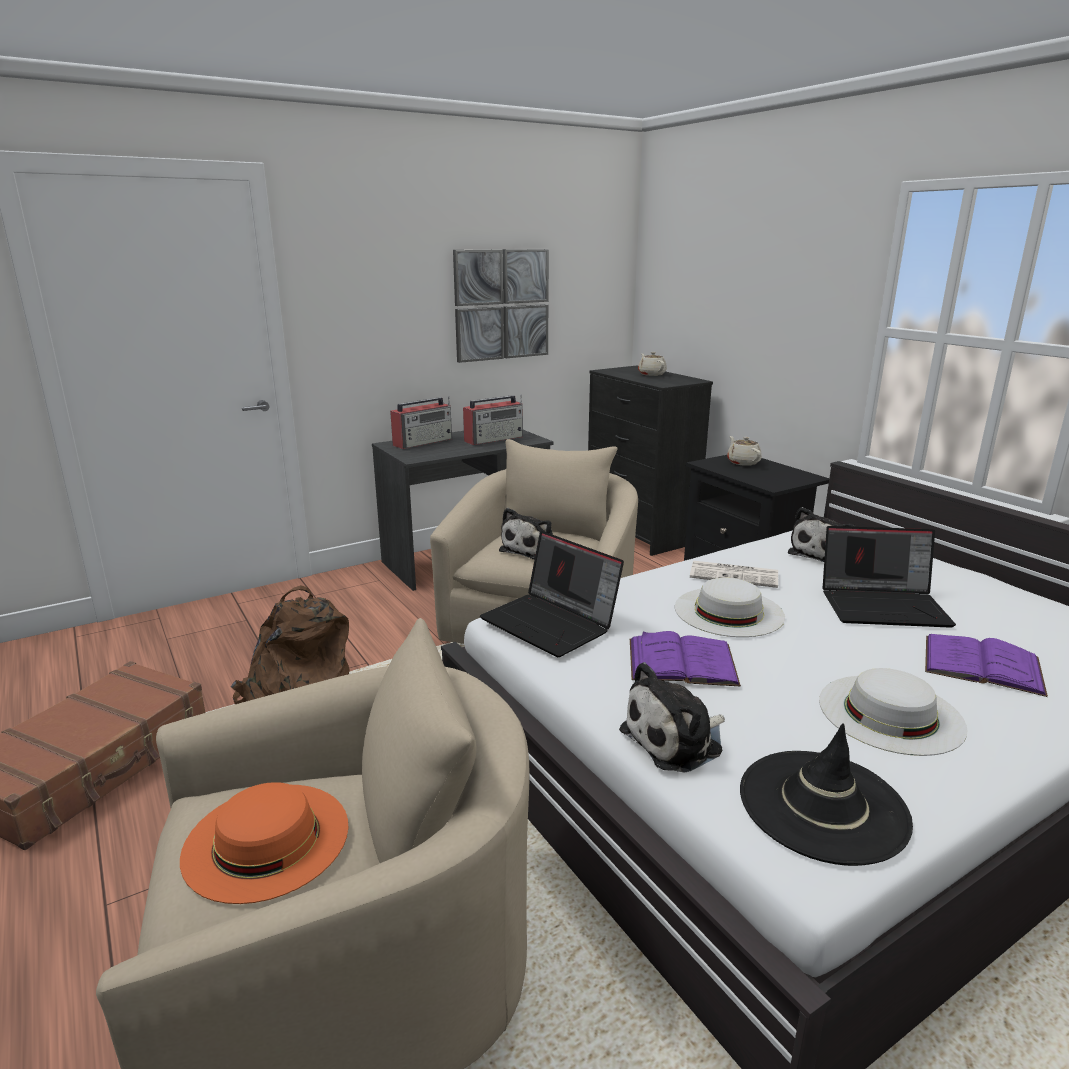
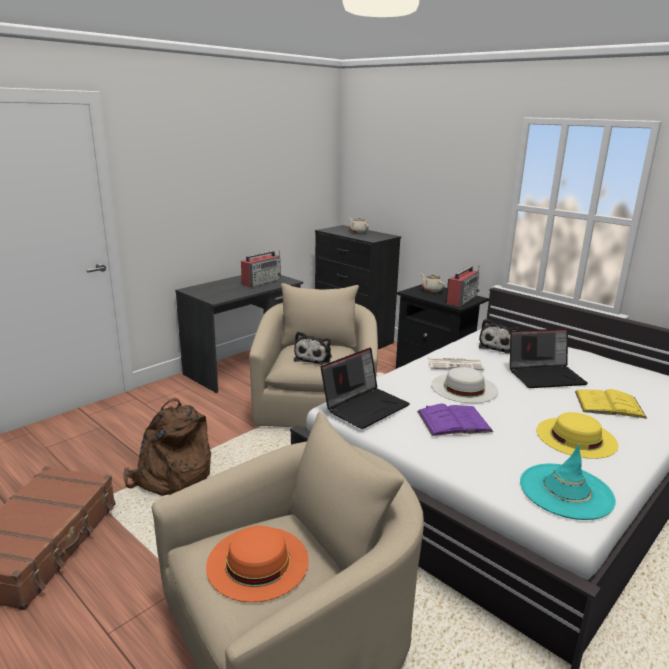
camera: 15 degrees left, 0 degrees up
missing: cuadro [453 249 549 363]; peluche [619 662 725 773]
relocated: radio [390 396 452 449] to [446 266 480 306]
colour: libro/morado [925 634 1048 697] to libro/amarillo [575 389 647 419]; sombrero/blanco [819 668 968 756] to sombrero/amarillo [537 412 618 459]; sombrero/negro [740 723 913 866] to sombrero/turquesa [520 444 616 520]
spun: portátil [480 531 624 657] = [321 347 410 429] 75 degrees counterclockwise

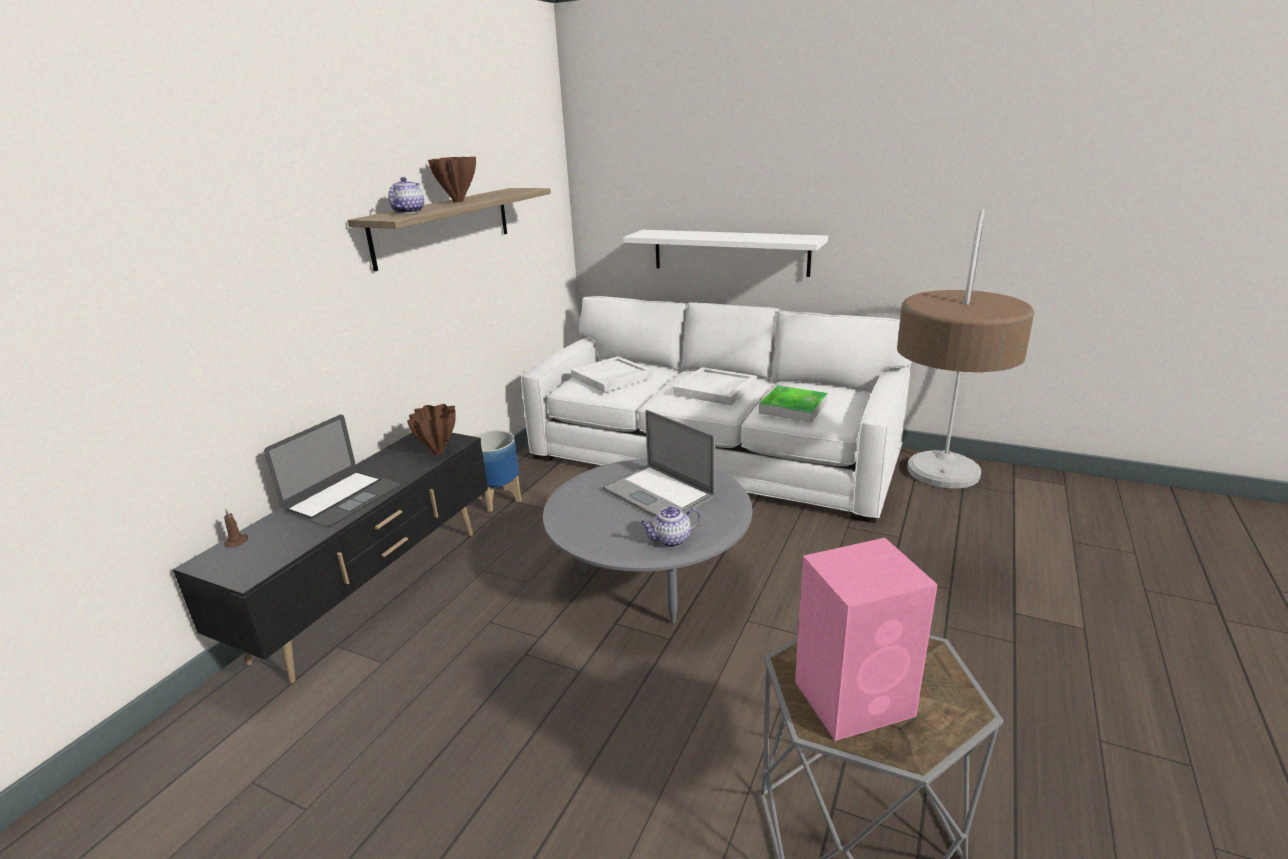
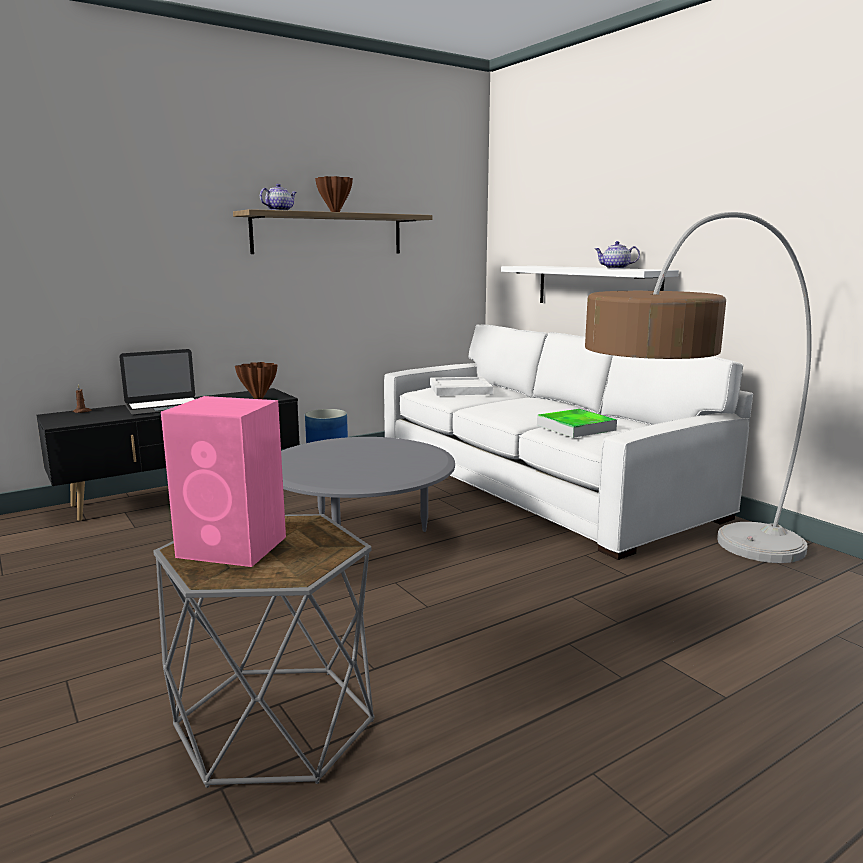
camera: 30 degrees right, 10 degrees down
missing: bandeja/blanco [673 367 757 405]; portátil [602 410 715 517]
relocated: tetera [640 507 701 547] to [595 241 640 269]

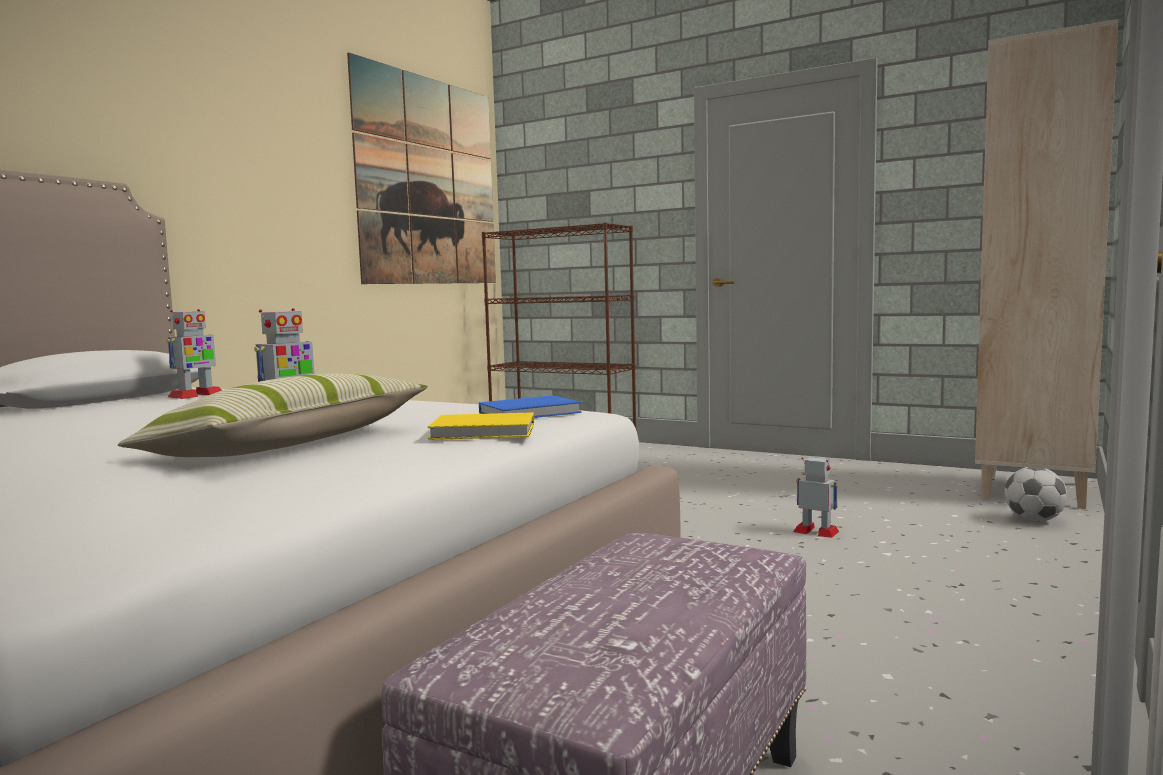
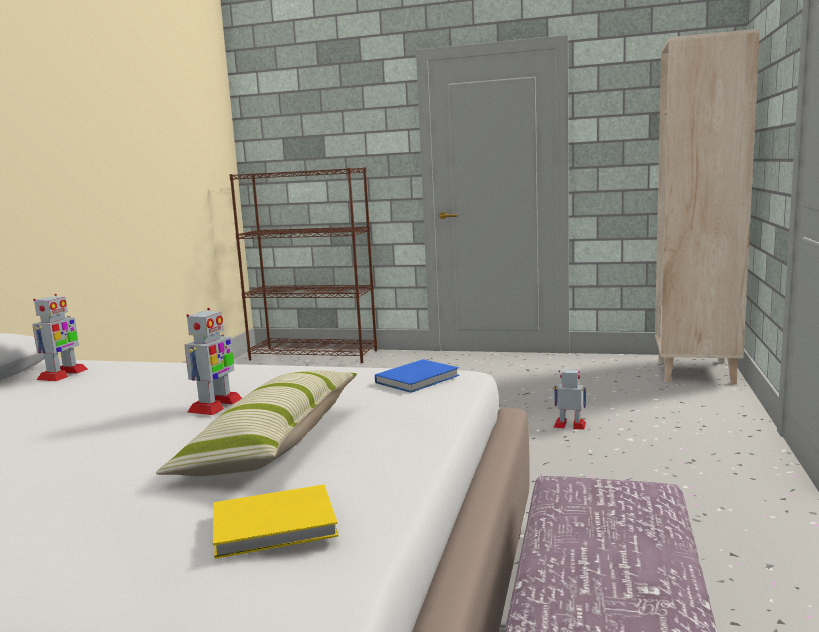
camera: 15 degrees left, 5 degrees up
missing: cuadro [347 53 496 284]; balón de fútbol [1004 466 1067 522]
relocated: libro/amarillo [427 412 534 440] to [213 485 339 559]

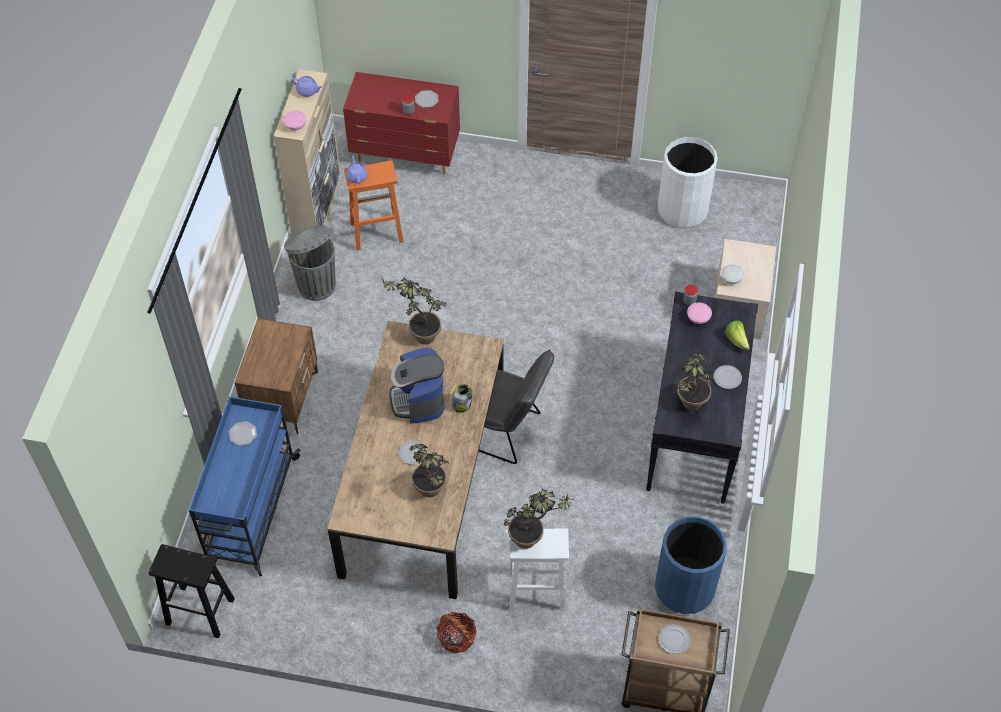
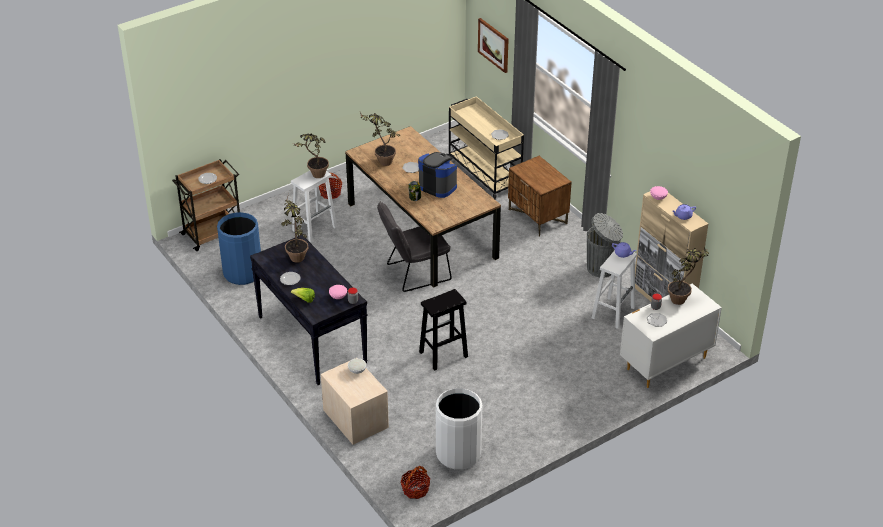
camera: 135 degrees right, 15 degrees down
appeared: cuadro [478 18 509 73]; cesta [400 466 430 499]
relocated: planta en maceta [380 275 447 345] to [667 247 709 305]; taburete/negro [149 544 235 638] to [419 289 468 371]
colour: cómoda/rojo [343 72 460 174] to cómoda/blanco [620 284 722 388]; taburete/naranja [344 160 403 251] to taburete/blanco [592 250 637 329]; carrito/azul [189 396 301 576] to carrito/beis [447 96 524 200]

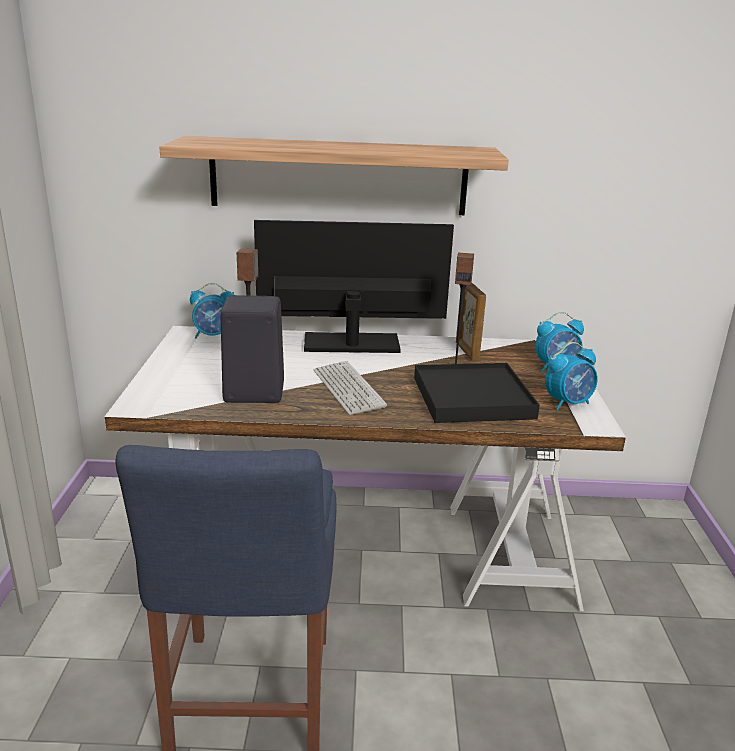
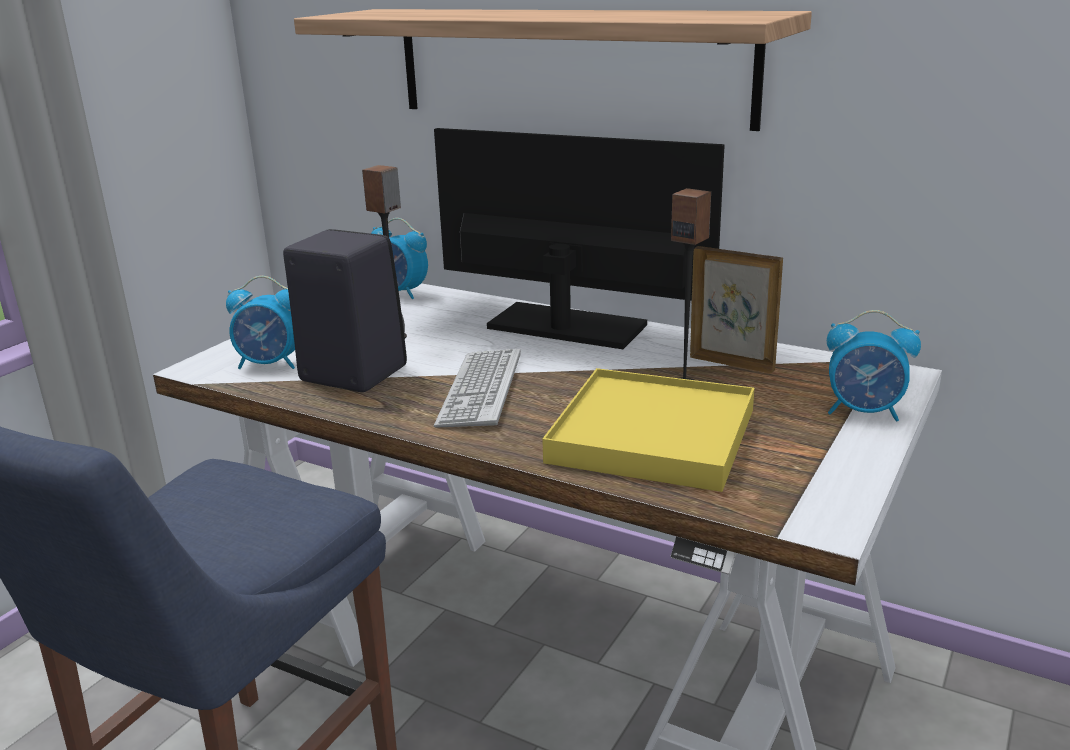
camera: 30 degrees right, 0 degrees up
relocated: despertador [545 342 598 410] to [226 276 295 369]
colour: bandeja/negro [414 363 540 423] to bandeja/amarillo [542 368 754 492]
spun: portarretratos [456 282 486 362] = [690 246 783 374] 105 degrees clockwise

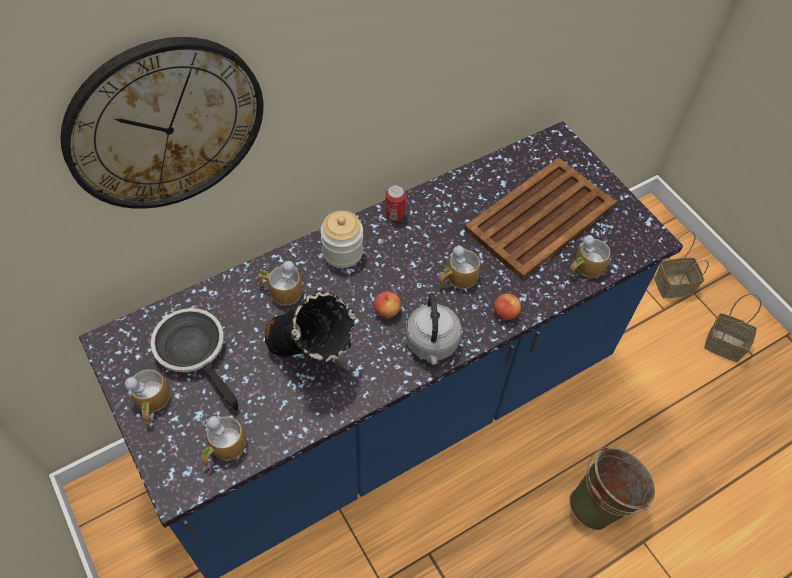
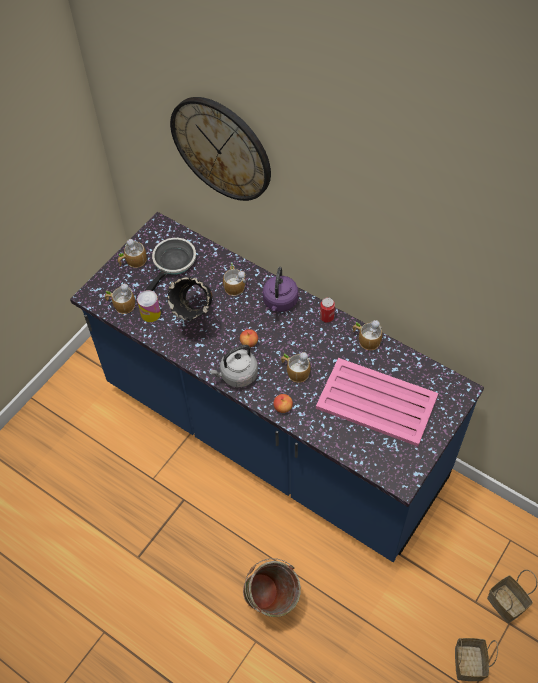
camera: 70 degrees right, 0 degrees up
appeared: lata [137 290 161 322]
relocated: taza grande [569 235 611 278] to [352 320 382 350]
exchanged: tarro [320 211 363 268] to hervidor/morado [263 267 298 312]
colour: bandeja/marrón [464 157 617 280] to bandeja/rosa [316 358 438 447]

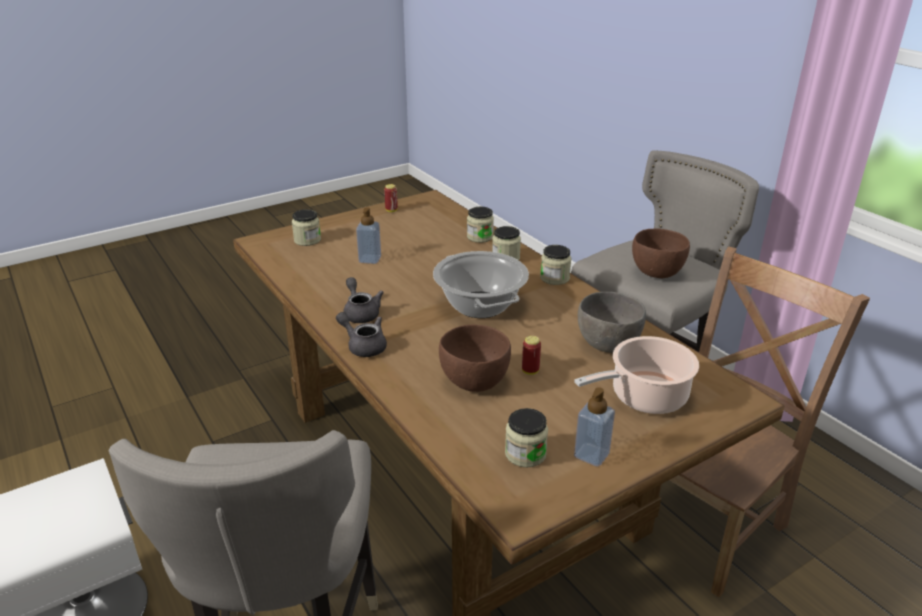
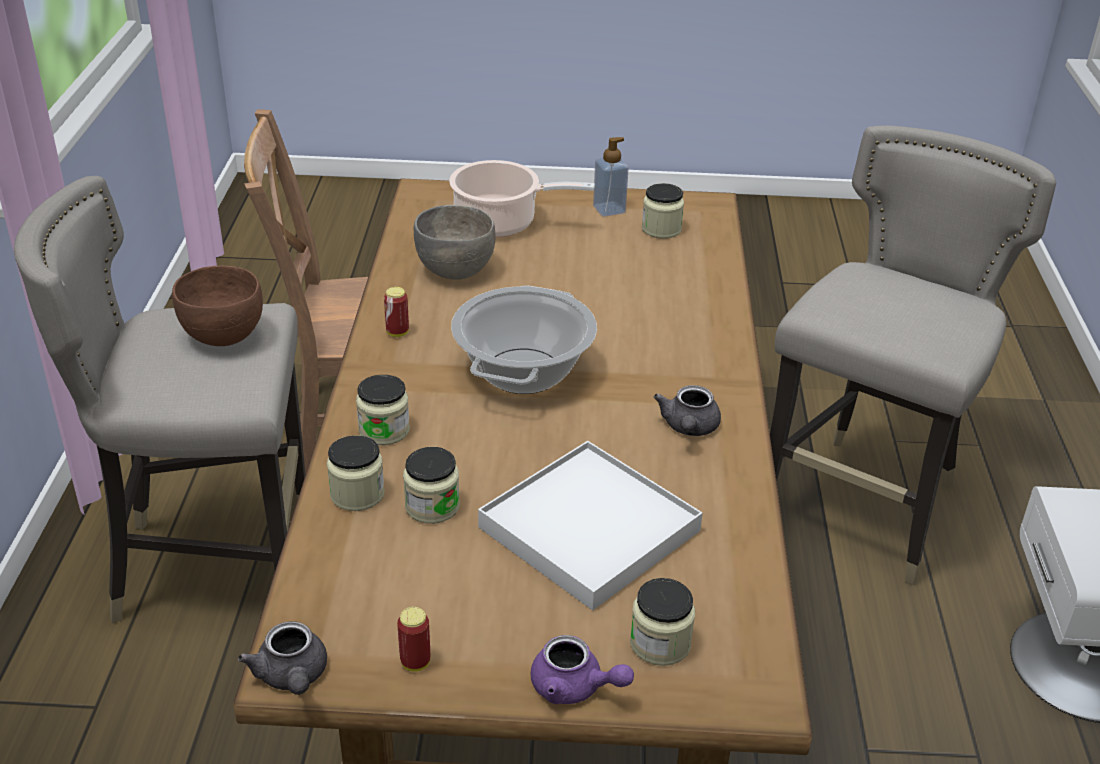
camera: 145 degrees left, 5 degrees up
missing: cuenco/marrón [439 325 511 392]
appeared: tetera/morado [531 635 634 704]
relocated: tarro [540 245 571 285] to [403 447 460 524]; tetera/gris [336 312 387 357] to [238 621 327 695]; lata [522 336 541 375] to [384 287 409 337]
exchanged: dispensador de jabón [356 207 381 264] to bandeja/blanco [478 441 703 610]

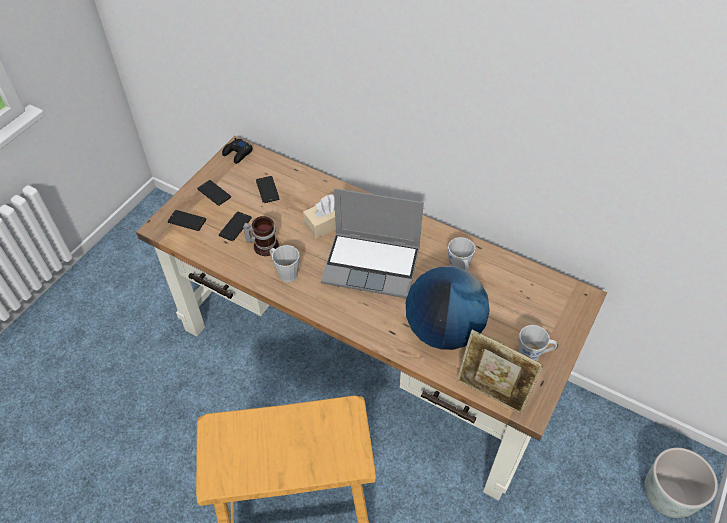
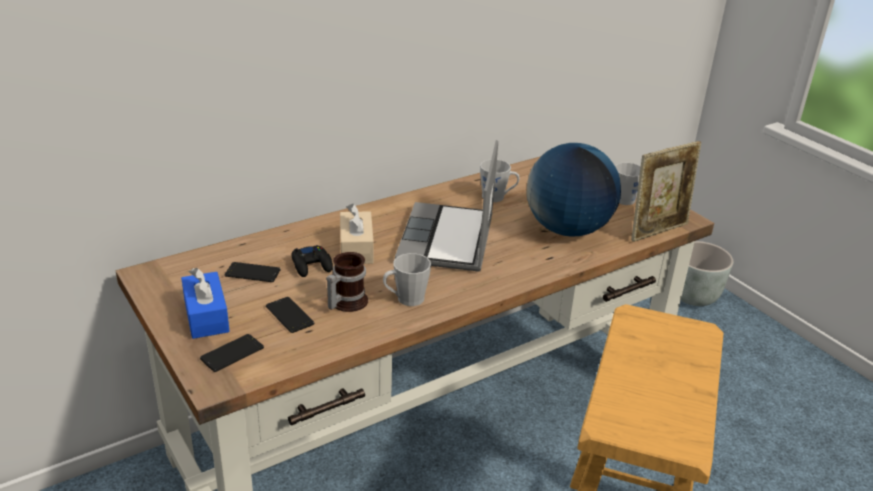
camera: 65 degrees left, 20 degrees down
relocated: mando de consola/negro [222 138 253 164] to [292 245 333 277]
exchanged: móvil [197 180 231 206] to caja de pañuelos/azul [181 268 230 339]
spun: portátil [321 188 424 298] = [395 140 498 271] 150 degrees clockwise

